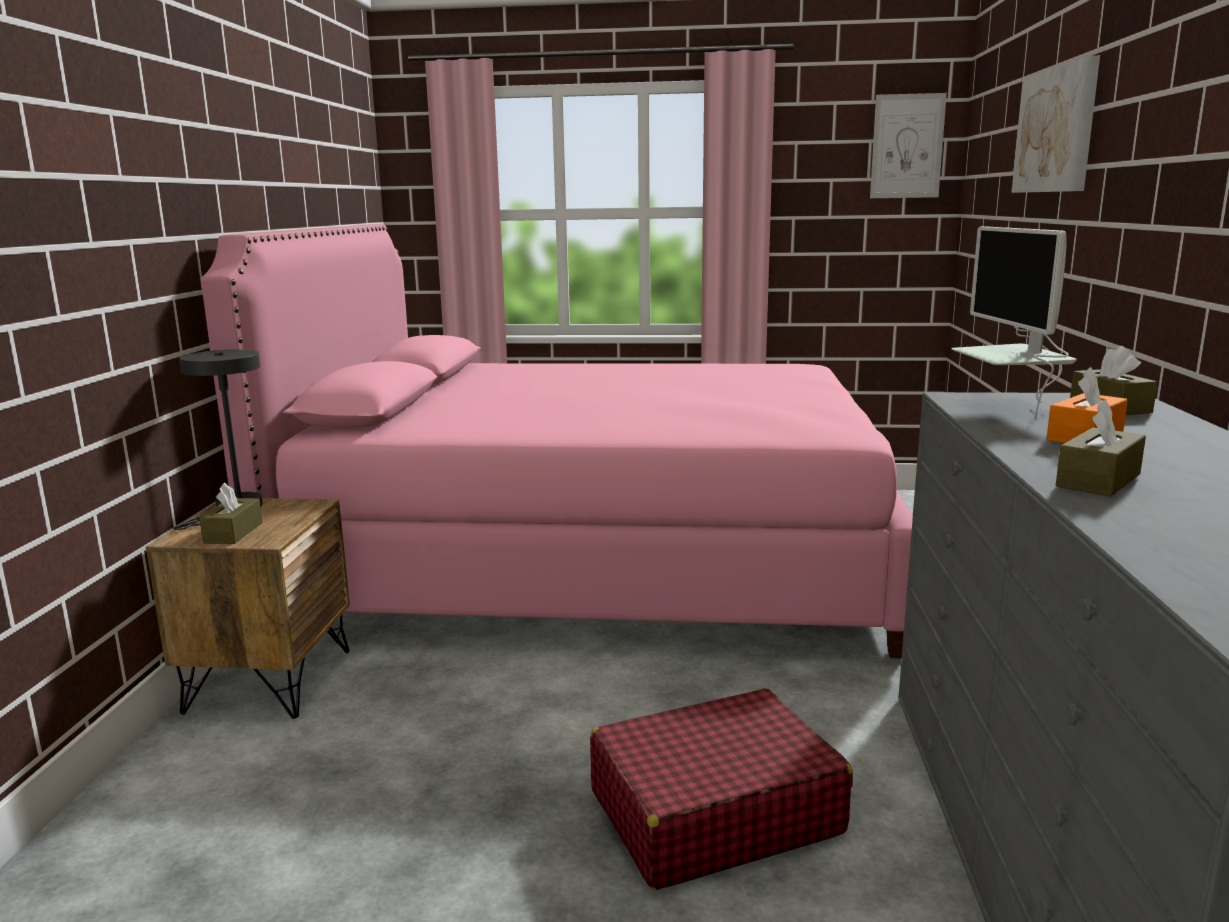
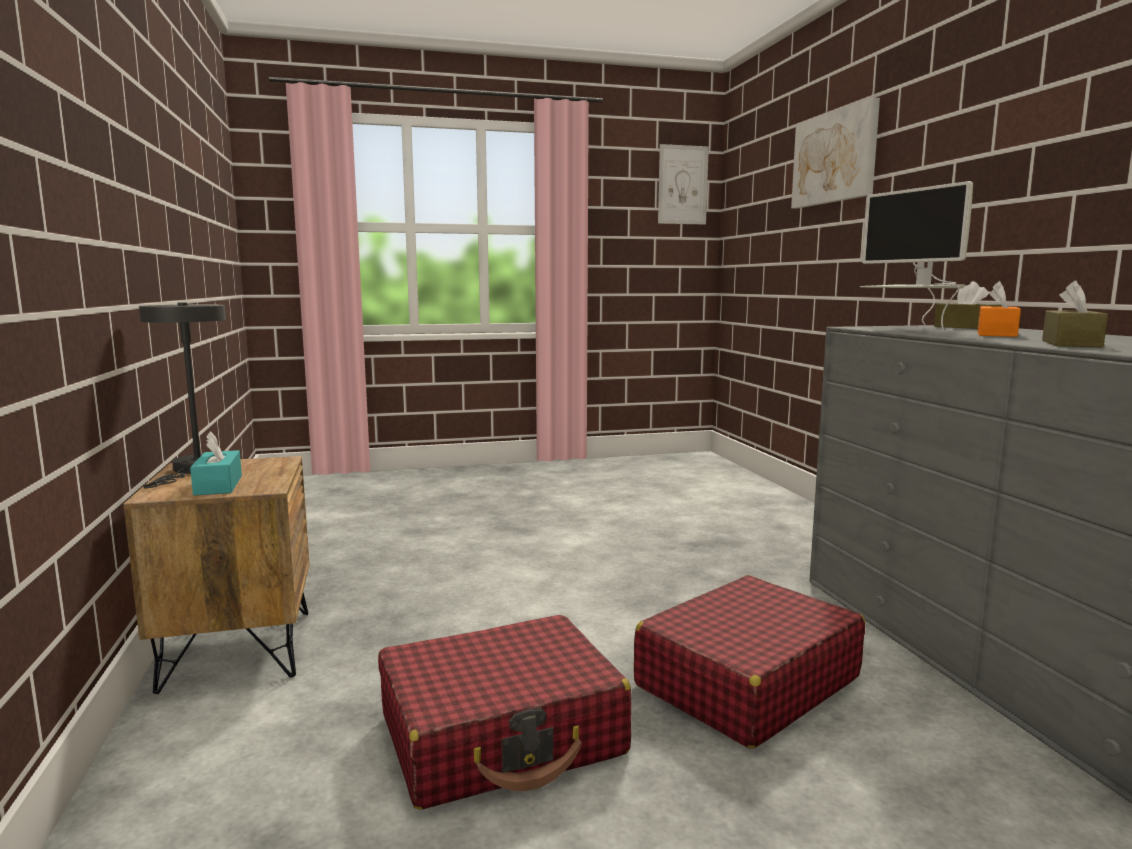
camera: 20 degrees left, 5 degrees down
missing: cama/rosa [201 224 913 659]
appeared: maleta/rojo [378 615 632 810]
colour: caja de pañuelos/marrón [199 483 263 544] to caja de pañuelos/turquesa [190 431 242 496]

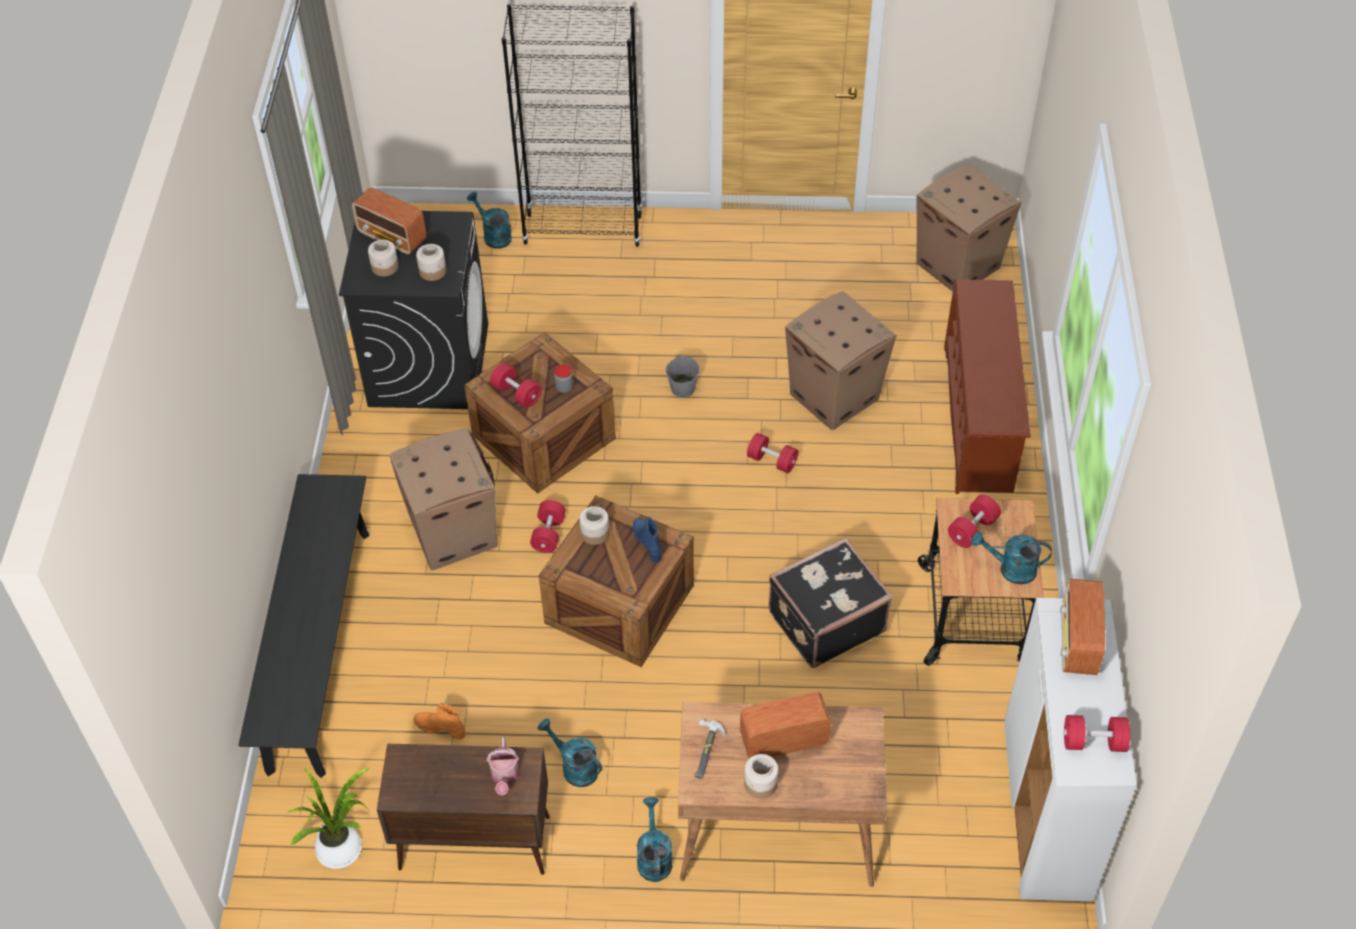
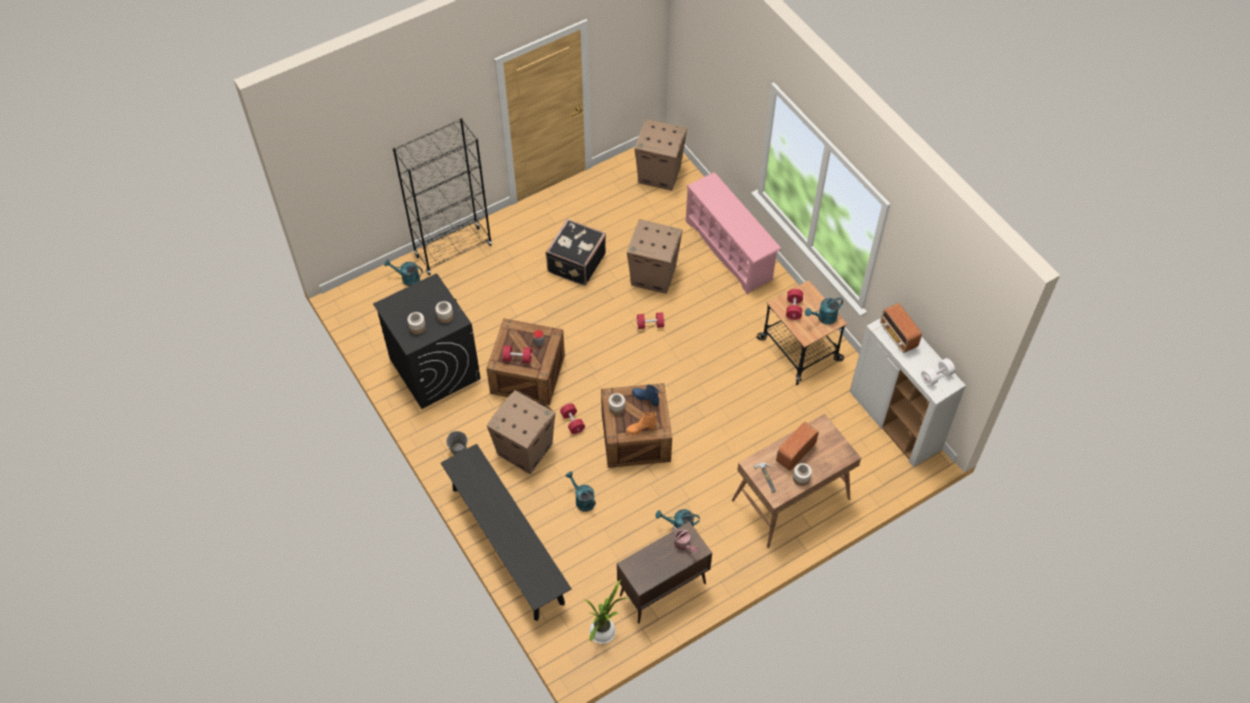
camera: 35 degrees left, 5 degrees up
missing: radio [352 187 426 254]
relocated: cubo/gris [666 355 699 398] to [446 431 467 455]; maleta/negro [768 538 892 668] to [546 219 606 286]; bota/naranja [413 703 465 740] to [626 412 657 435]; regadera/turquesa [637 797 673 882] to [566 471 596 512]
colour: zapatero/marrón [944 279 1031 494] to zapatero/rosa [686 172 781 295]; mancuerna/rojo [1064 715 1130 752] to mancuerna/blanco [921 358 955 386]

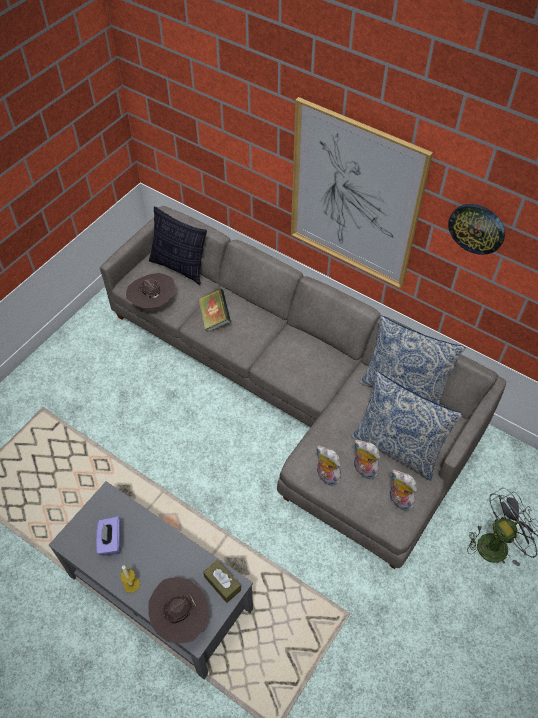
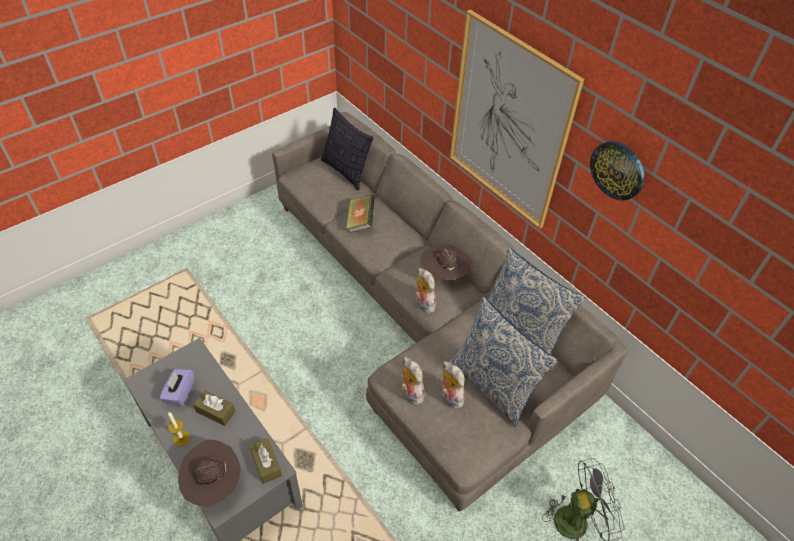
camera: 15 degrees right, 5 degrees down
appeared: caja de pañuelos/marrón [193 390 235 426]
relocated: sombrero/marrón [126 273 175 308] to [420 244 473 280]; peluche [390 470 417 511] to [415 268 436 313]

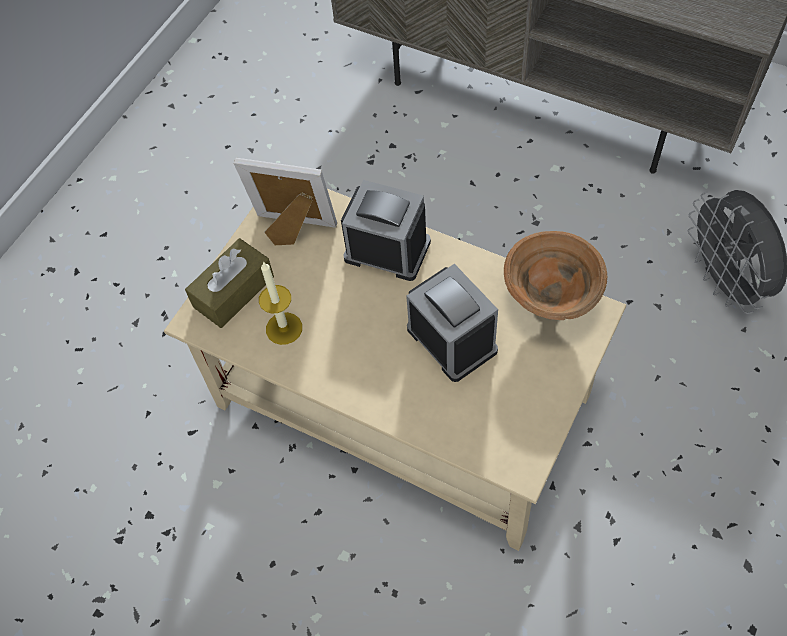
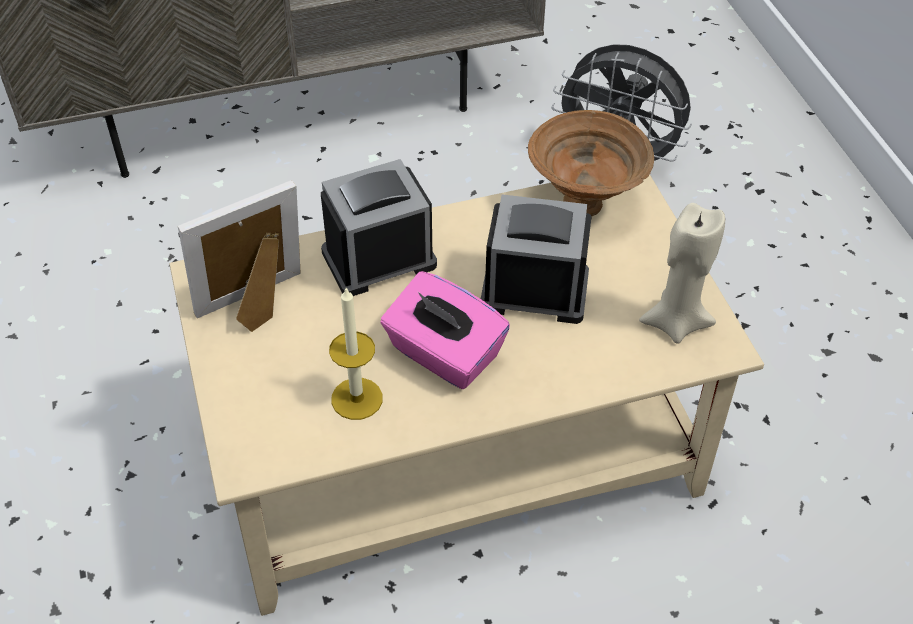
camera: 50 degrees left, 10 degrees down
missing: caja de pañuelos/marrón [185 238 274 328]
appeared: vela/beis [639 203 725 344]; caja de pañuelos/rosa [380 271 510 389]

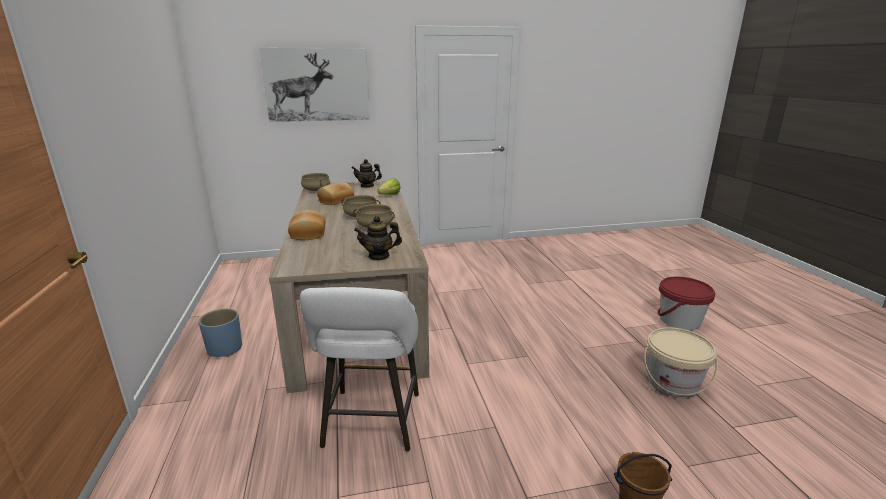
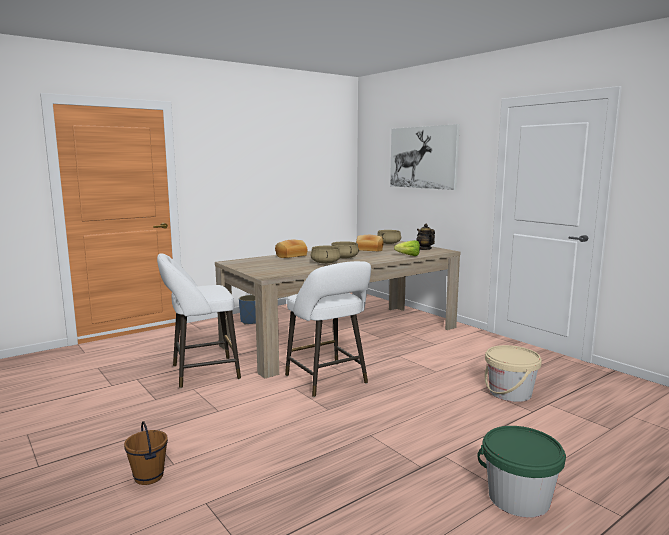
camera: 65 degrees right, 10 degrees down
missing: tetera [354 216 402 260]
appeared: taburete/blanco [285 261 371 397]
relocated: cubo/beis [644 327 718 399] to [485 345 542 402]
colour: cubo/rojo [658 277 715 331] to cubo/verde [478 426 566 518]

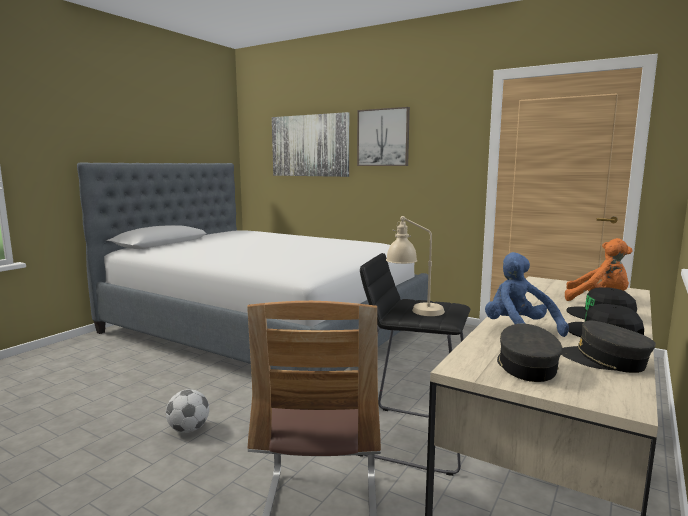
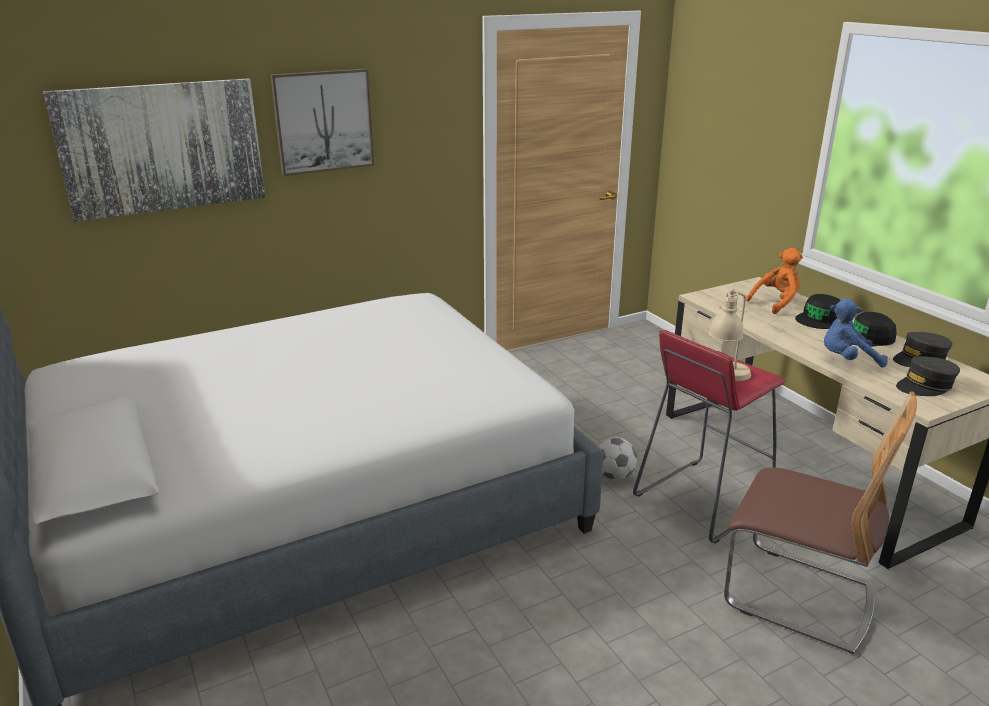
camera: 60 degrees left, 15 degrees up
relocated: balón de fútbol [166 389 209 433] to [598 437 637 480]
colour: taburete/negro [357 253 470 476] to taburete/rojo [633 330 785 544]
spun: gorra/gris [497 324 562 382] = [896 356 960 396] 60 degrees counterclockwise

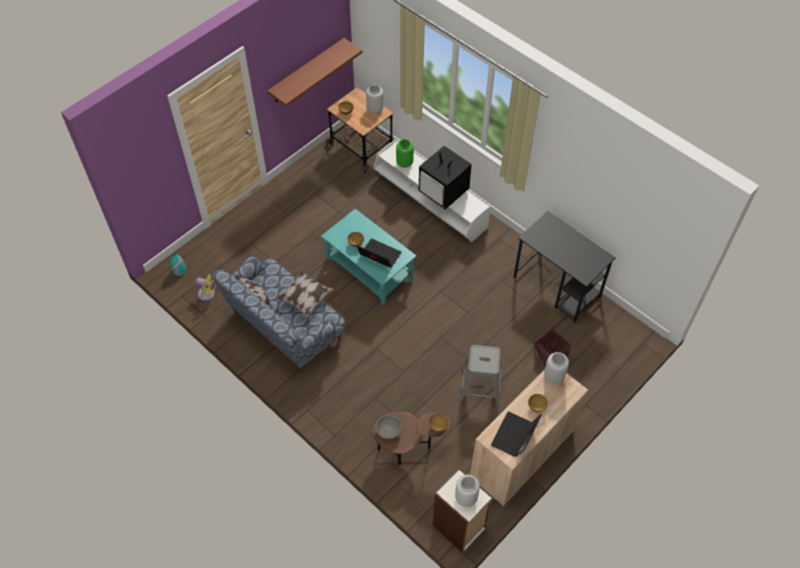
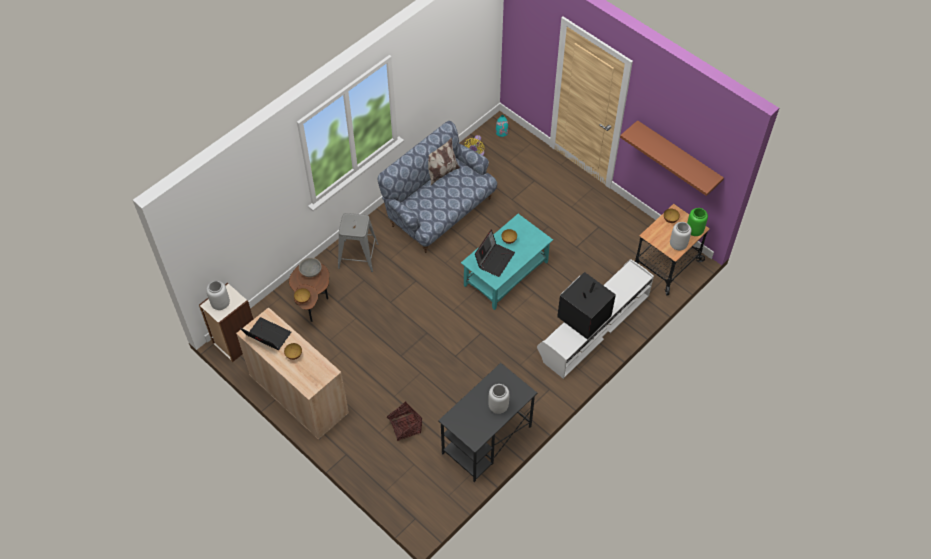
camera: 90 degrees right, 0 degrees up
missing: cojín [276 270 334 319]
relocated: florero/verde [396 139 414 168] to [687 208 708 236]; taburete/gris [459 345 501 407] to [338 213 378 272]; florero/gris [544 352 569 384] to [488 384 509 414]

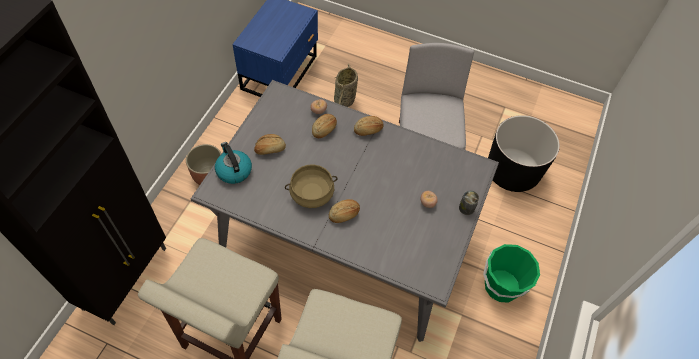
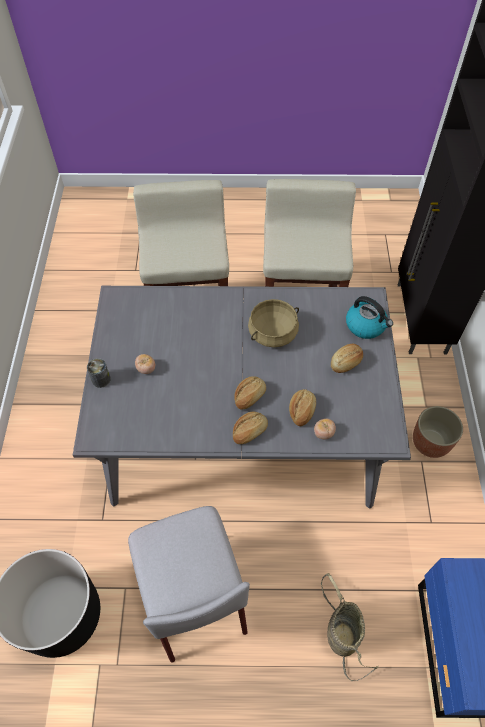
camera: 160 degrees right, 0 degrees up
missing: cubo/verde [483 244 540 303]
relocated: pan [329 199 360 223] to [234 376 266 410]

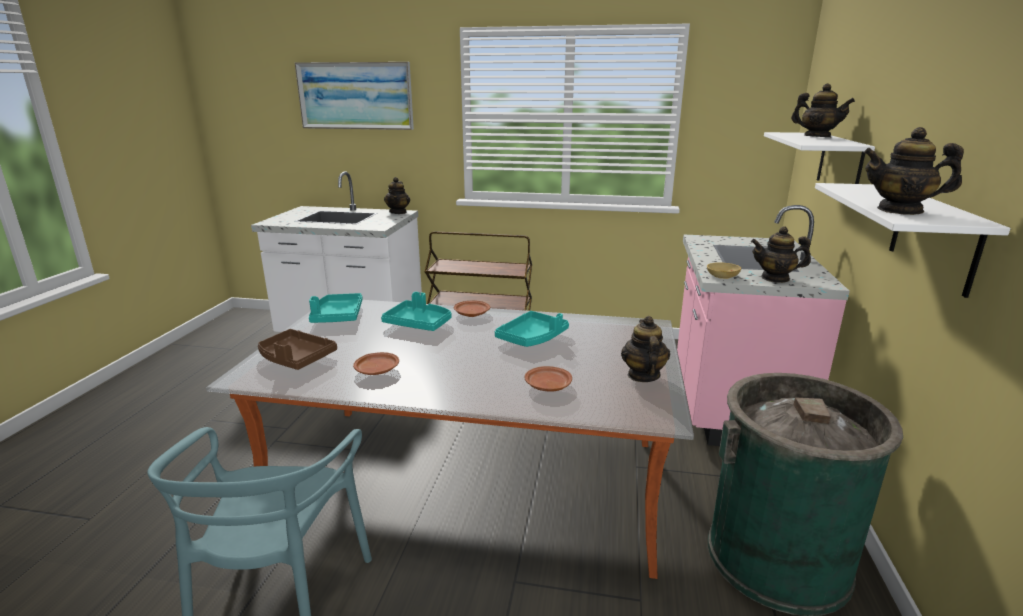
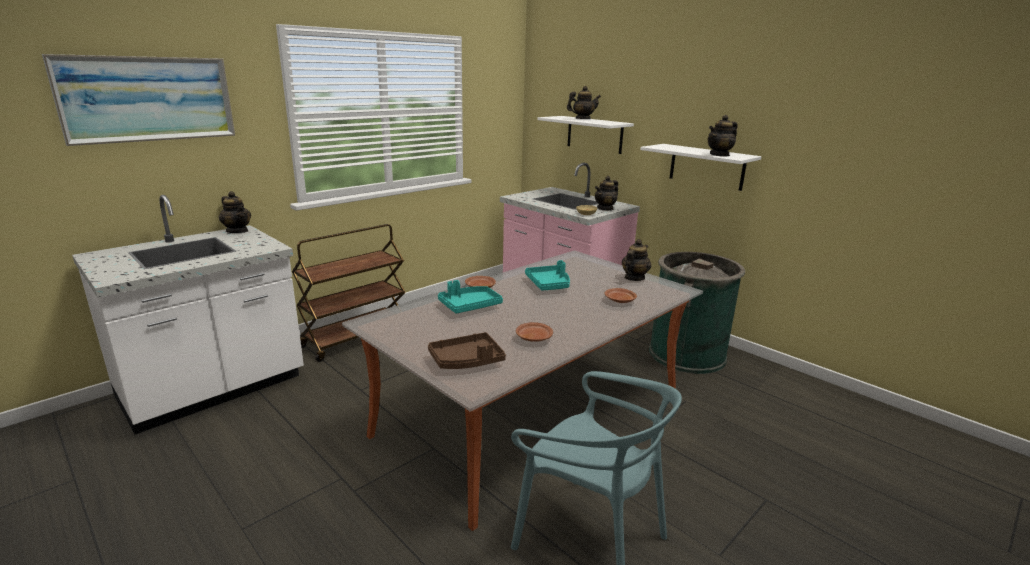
camera: 55 degrees left, 0 degrees up
missing: bandeja/turquesa [309 293 363 323]
spun: tetera [621 316 670 382] = [622 239 651 281] 90 degrees clockwise

